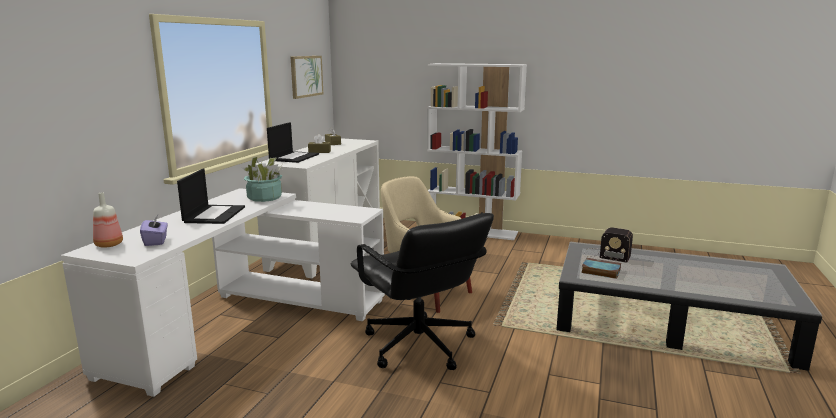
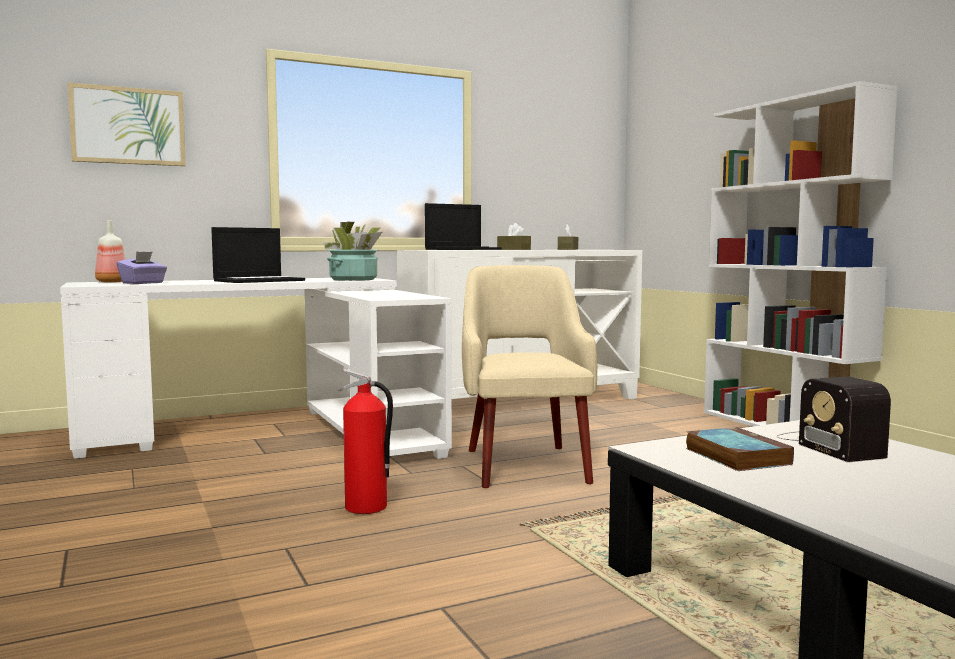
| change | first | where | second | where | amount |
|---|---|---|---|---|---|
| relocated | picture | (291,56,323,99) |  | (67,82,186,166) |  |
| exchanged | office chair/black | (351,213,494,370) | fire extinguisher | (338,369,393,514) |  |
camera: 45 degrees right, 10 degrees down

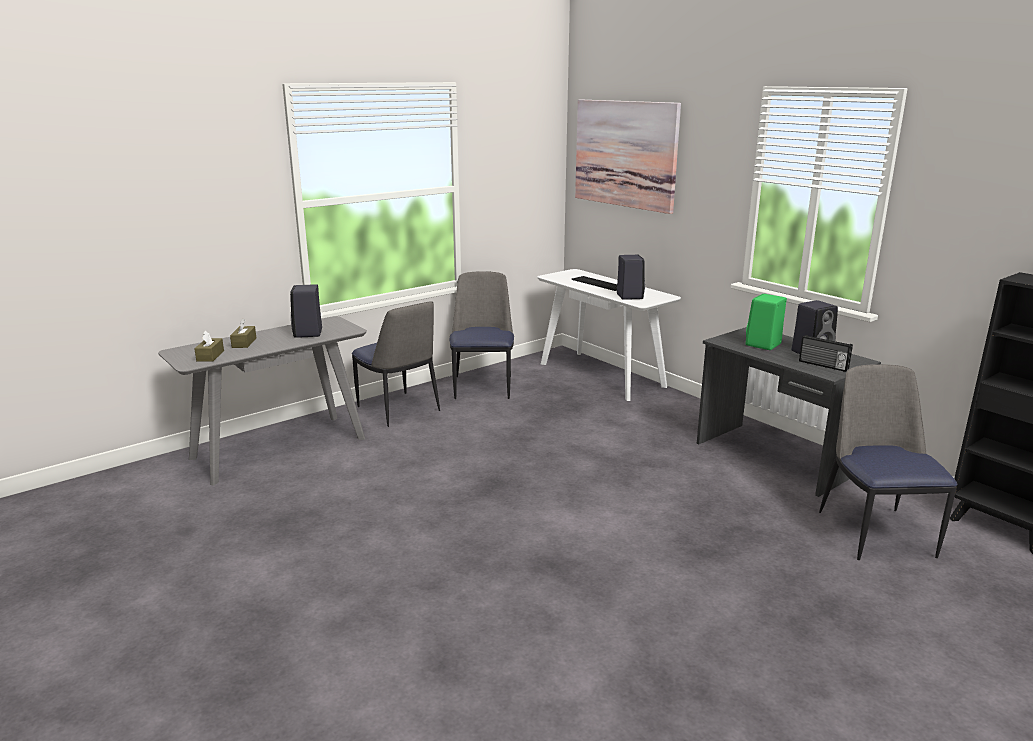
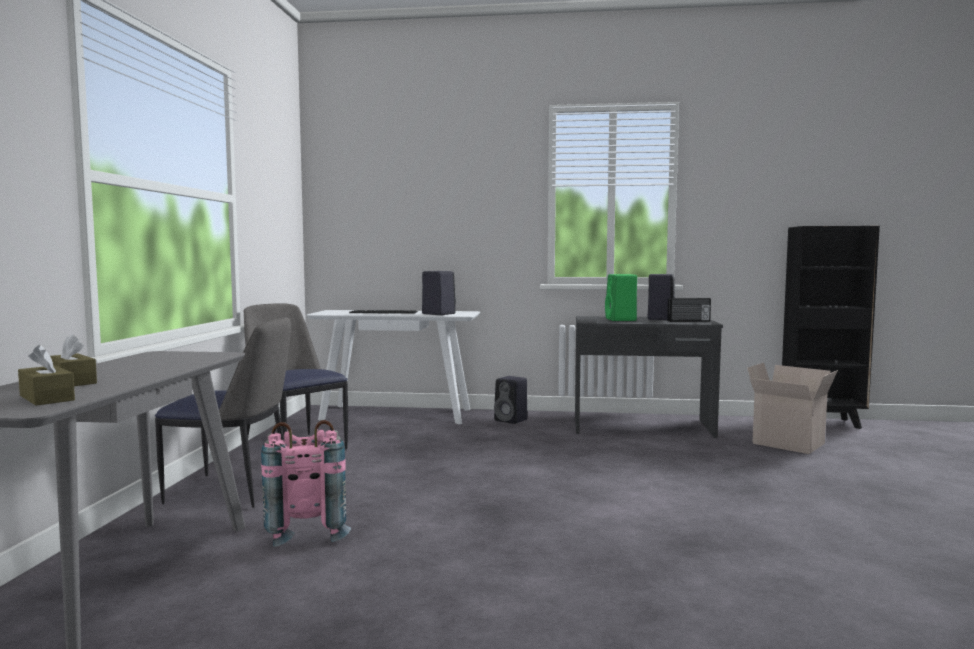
| change | first | where | second | where | amount |
|---|---|---|---|---|---|
| missing | picture | (575,100,681,214) |  |  |  |
| relocated | speaker/black | (290,284,322,338) |  | (494,376,528,424) |  |
| exchanged | chair | (819,364,958,560) | cardboard box | (747,363,838,454) |  |
| appeared |  |  | backpack/pink | (261,420,351,547) |  |
camera: 45 degrees left, 15 degrees down

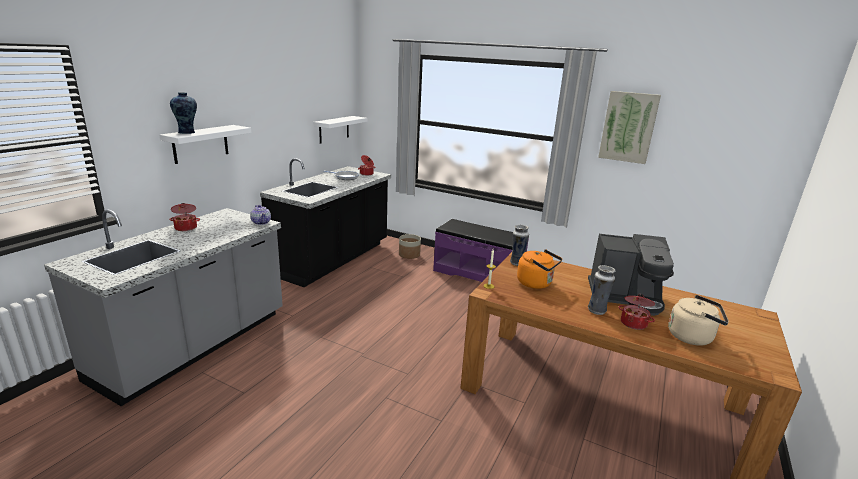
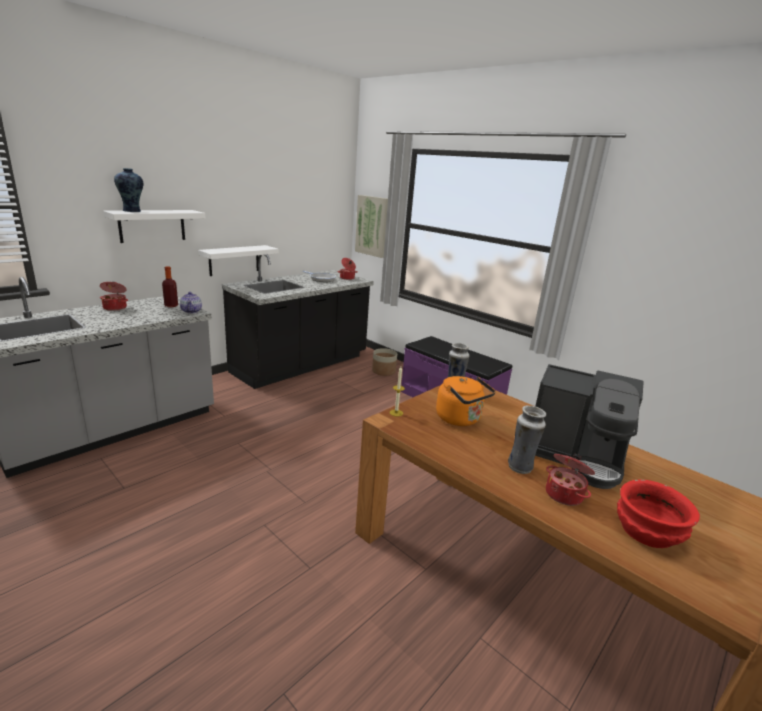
| change | first | where | second | where | amount |
|---|---|---|---|---|---|
| relocated | picture | (598,91,661,164) |  | (355,195,388,258) |  |
| relocated | shelf/white | (314,116,367,143) |  | (198,245,279,276) |  |
| exchanged | kettle/beige | (668,295,729,346) | bowl/red | (617,480,700,548) |  |
| appeared |  |  | bottle | (162,266,178,307) |  |
camera: 15 degrees right, 0 degrees up

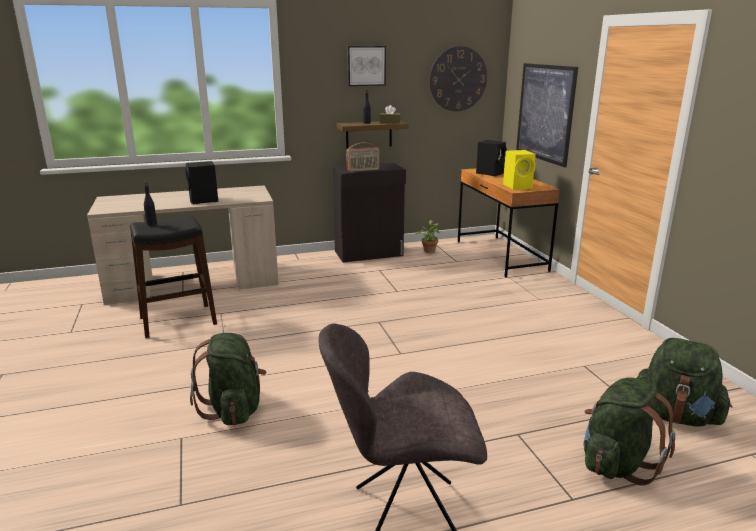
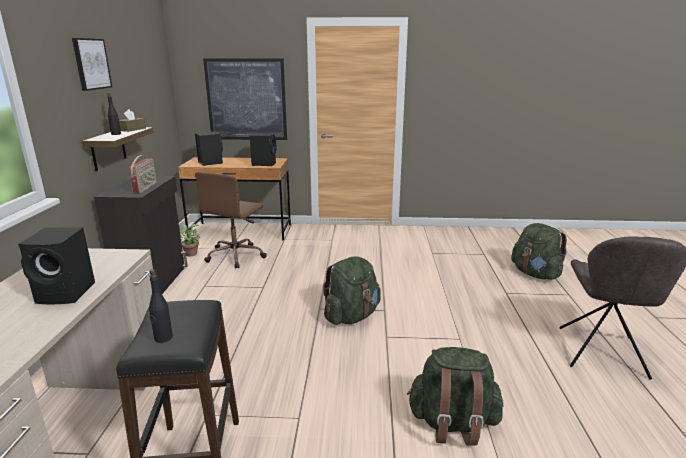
| change | first | where | second | where | amount |
|---|---|---|---|---|---|
| missing | wall clock | (429,46,487,111) |  |  |  |
| colour | speaker/yellow | (503,150,536,190) | speaker/black | (250,133,277,166) |  |
| relocated | backpack/green | (637,338,732,427) |  | (323,256,381,325) |  |
| appeared |  |  | office chair/brown | (195,172,267,269) |  |
camera: 70 degrees left, 0 degrees up

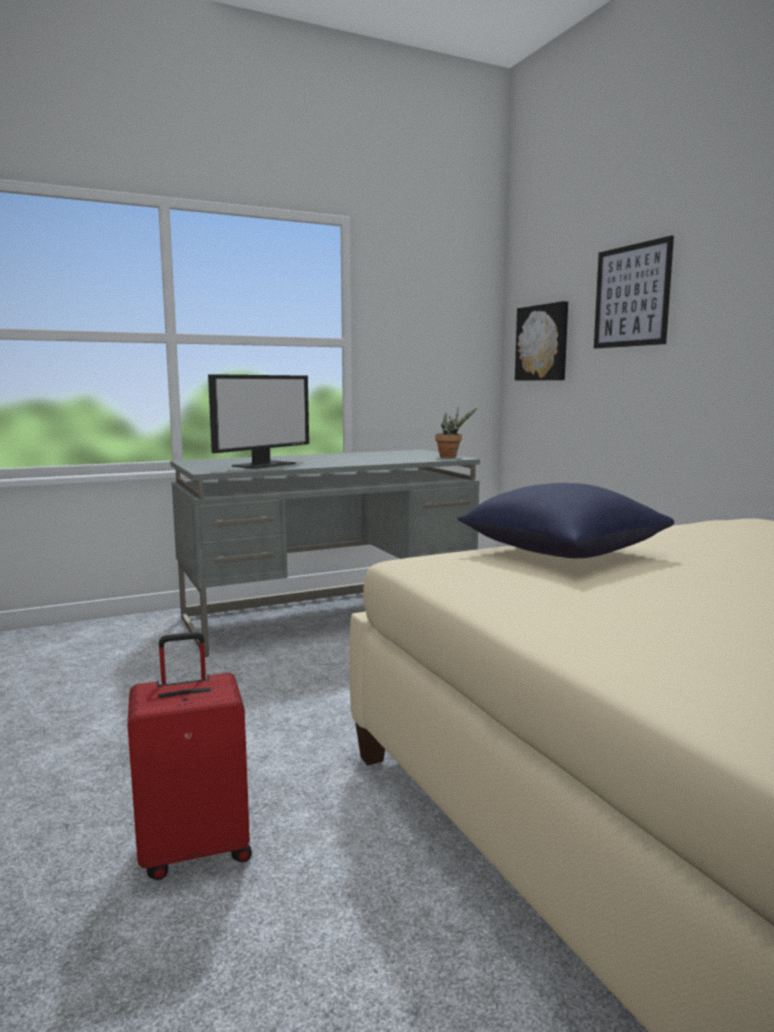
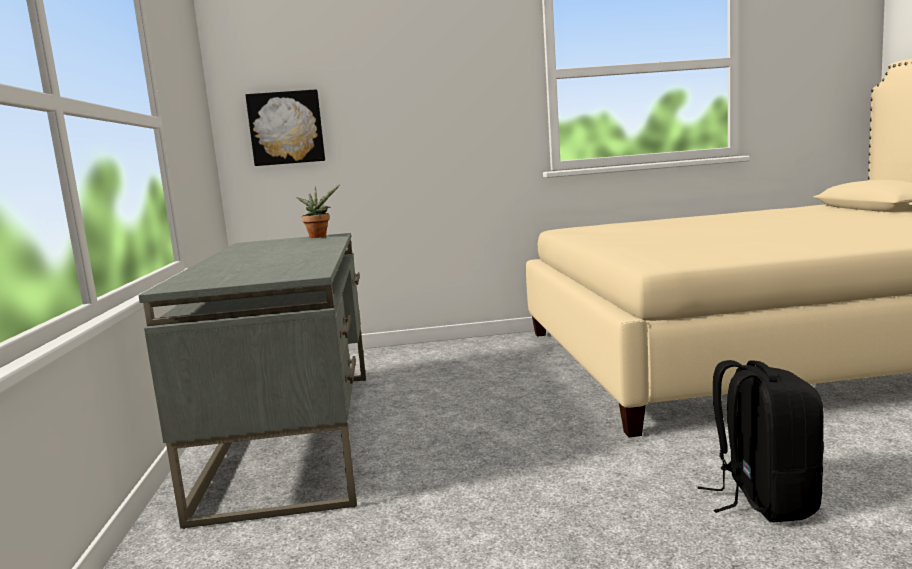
| change | first | where | second | where | amount |
|---|---|---|---|---|---|
| missing | picture | (594,235,674,349) |  |  |  |
| missing | monitor | (208,374,309,469) |  |  |  |
| missing | pillow/blue | (457,483,674,558) |  |  |  |
| exchanged | suitcase/red | (128,632,252,880) | backpack/black | (698,360,824,522) |  |
camera: 70 degrees left, 0 degrees up

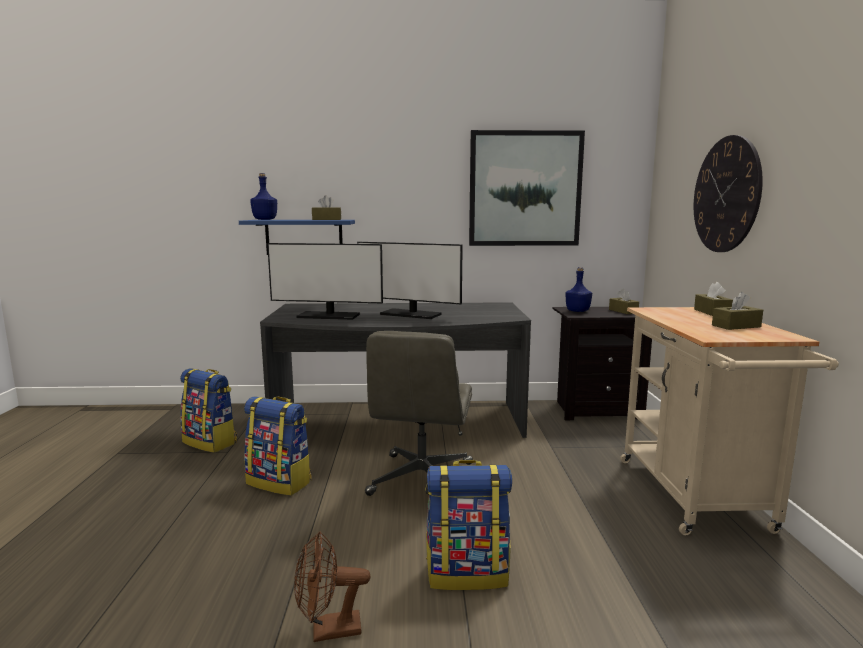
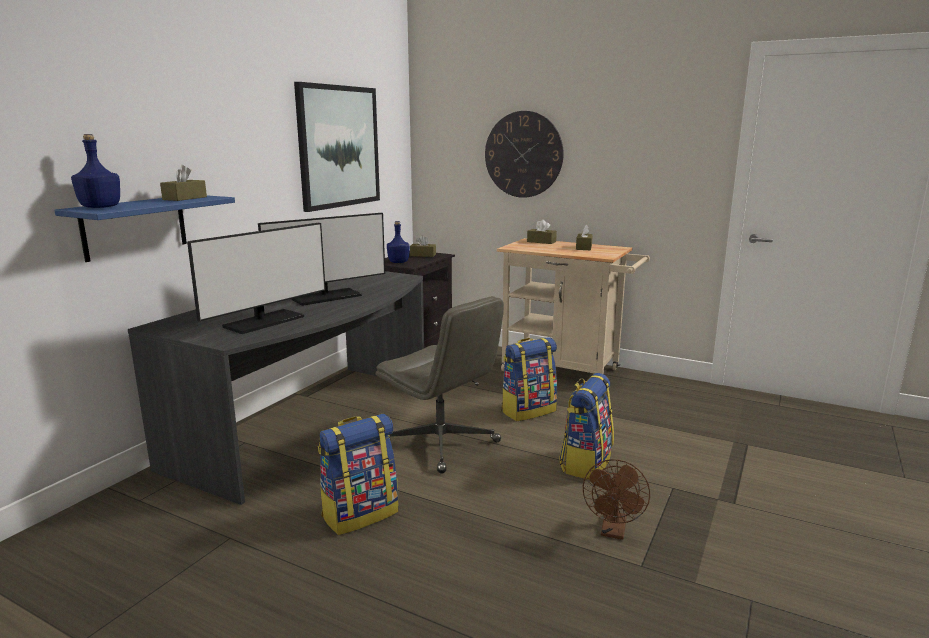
| change | first | where | second | where | amount |
|---|---|---|---|---|---|
| relocated | backpack | (180,369,237,453) |  | (501,337,557,421) |  |
camera: 60 degrees left, 5 degrees up

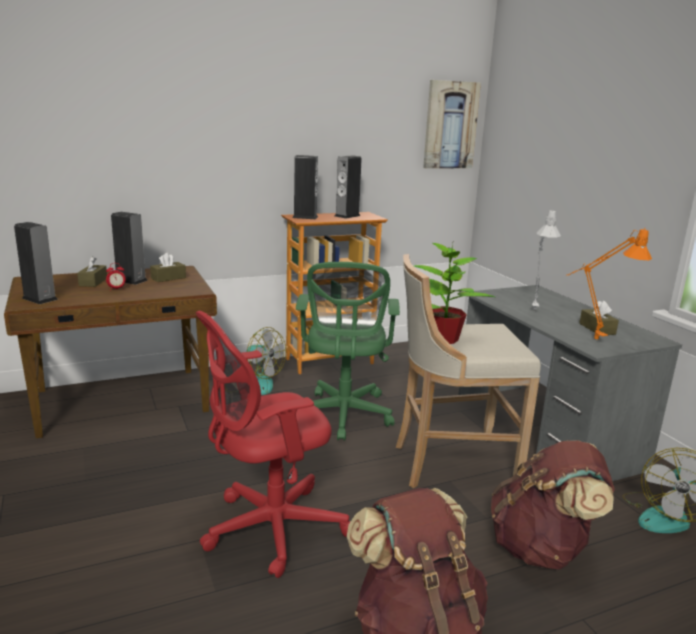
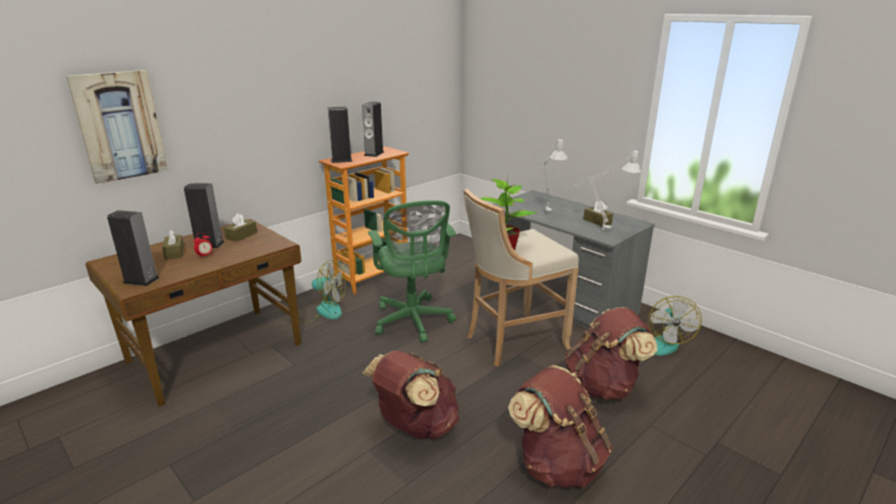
| change | first | where | second | where | amount |
|---|---|---|---|---|---|
| relocated | picture | (423,80,481,169) |  | (66,70,168,184) |  |
| colour | table lamp/orange | (566,228,652,339) | table lamp/grey | (575,151,641,231) |  |
| exchanged | office chair/red | (195,311,351,578) | backpack/brown | (362,351,459,439) |  |
camera: 20 degrees left, 5 degrees up

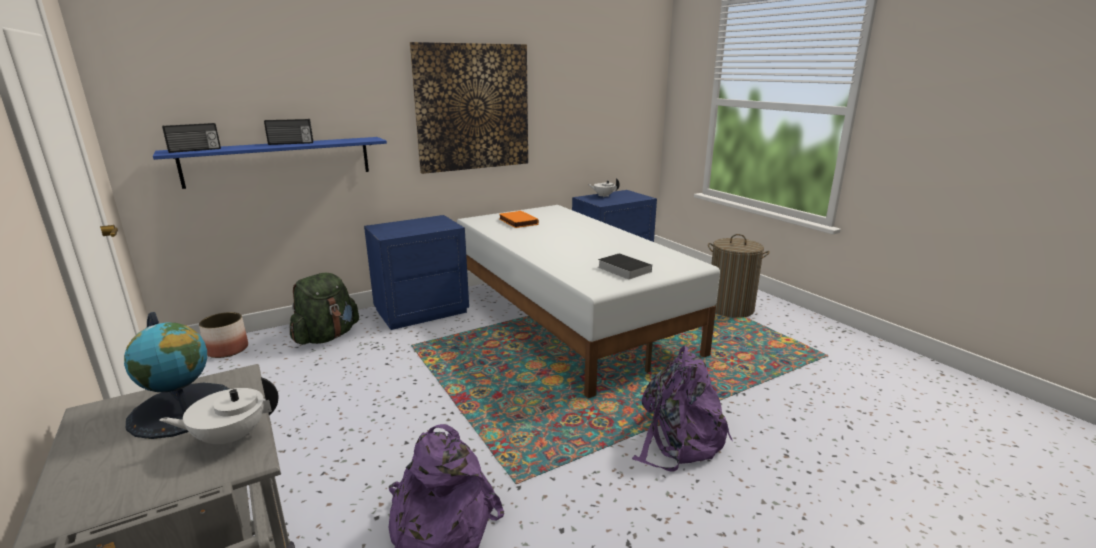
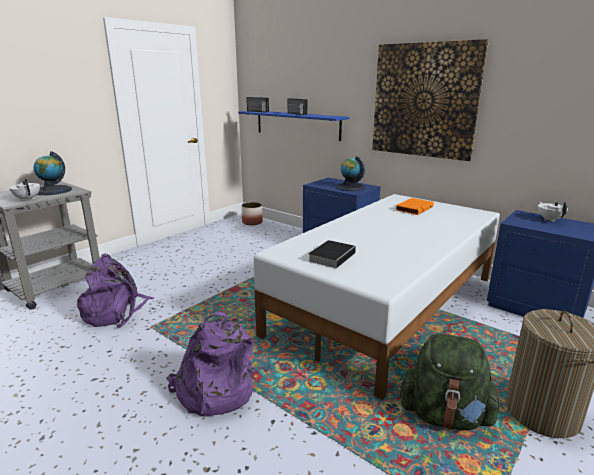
| change | first | where | second | where | amount |
|---|---|---|---|---|---|
| relocated | backpack/green | (290,272,359,345) |  | (400,334,502,430) |  |
| appeared |  |  | globe | (336,156,365,191) |  |
camera: 70 degrees right, 0 degrees up

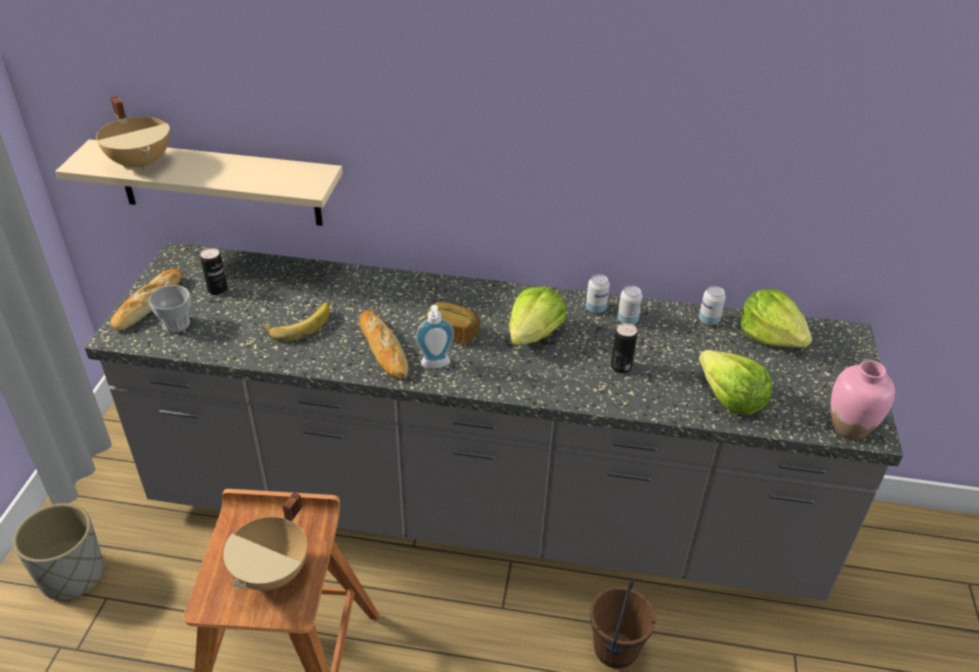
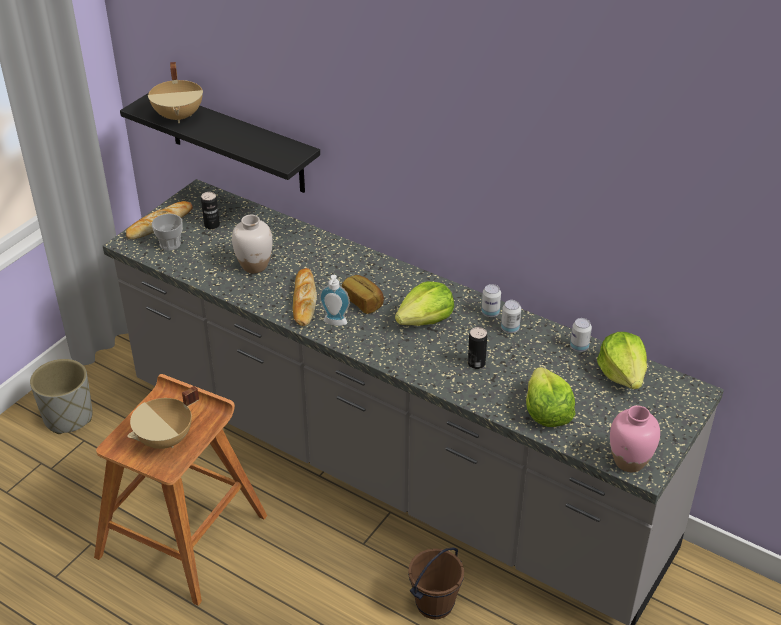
| change | first | where | second | where | amount |
|---|---|---|---|---|---|
| colour | shelf/beige | (55,139,343,226) | shelf/black | (120,93,320,193) |  |
| exchanged | banana | (262,302,330,341) | vase/white | (232,215,273,273) |  |
camera: 25 degrees right, 0 degrees up

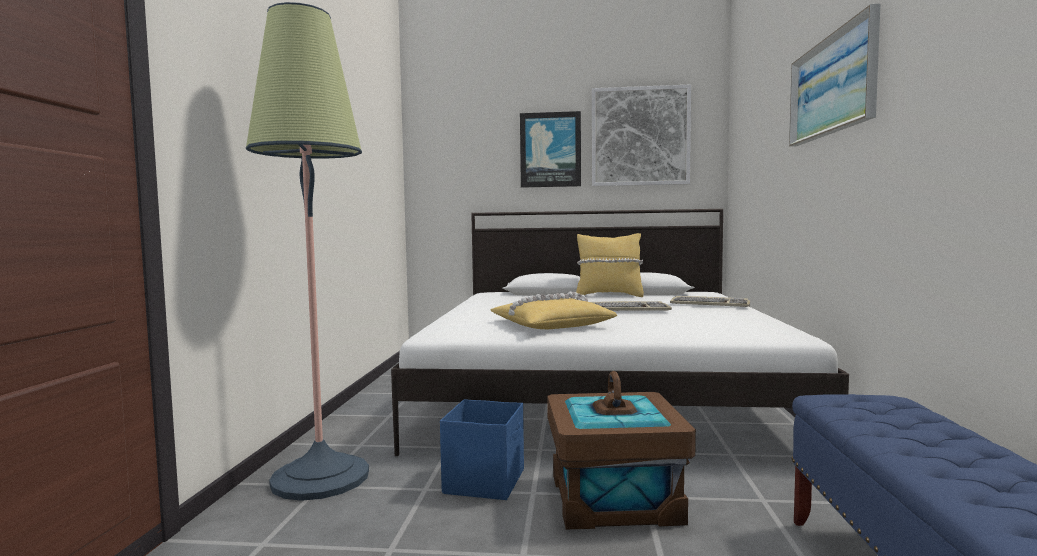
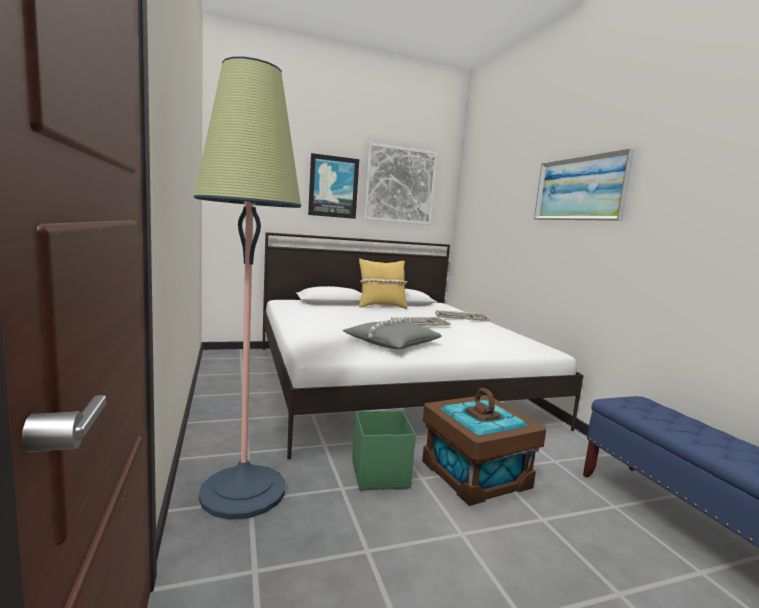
| change | first | where | second | where | amount |
|---|---|---|---|---|---|
| colour | pillow/yellow | (491,292,617,329) | pillow/grey | (342,317,442,349) |  |
| colour | storage box/blue | (440,399,524,500) | storage box/green | (352,411,416,490) |  |
camera: 25 degrees left, 5 degrees up

